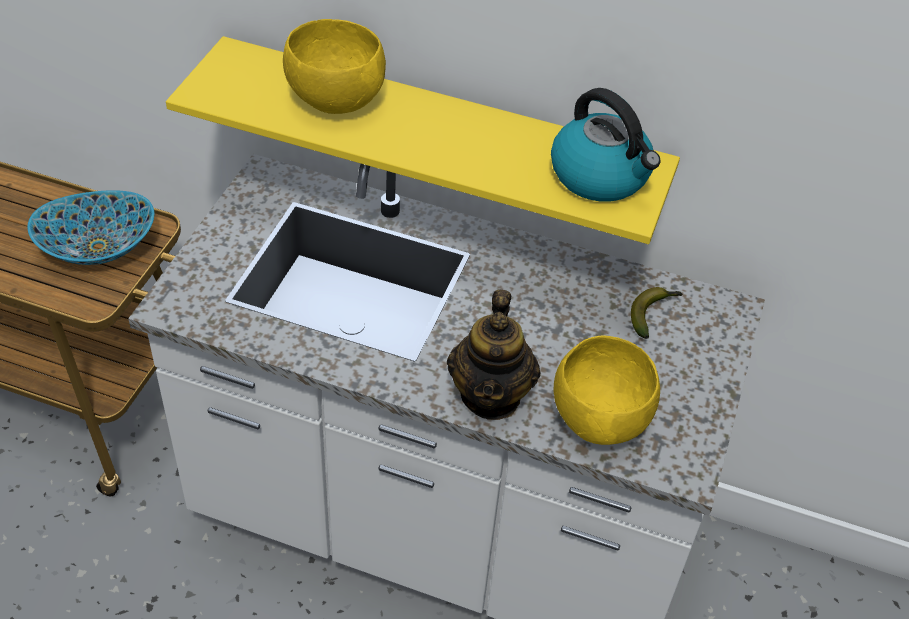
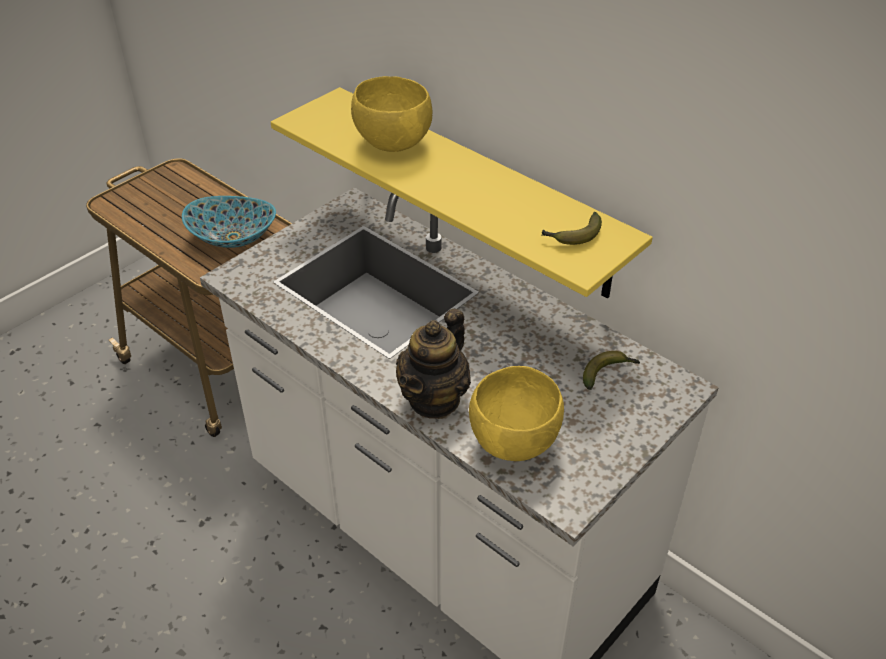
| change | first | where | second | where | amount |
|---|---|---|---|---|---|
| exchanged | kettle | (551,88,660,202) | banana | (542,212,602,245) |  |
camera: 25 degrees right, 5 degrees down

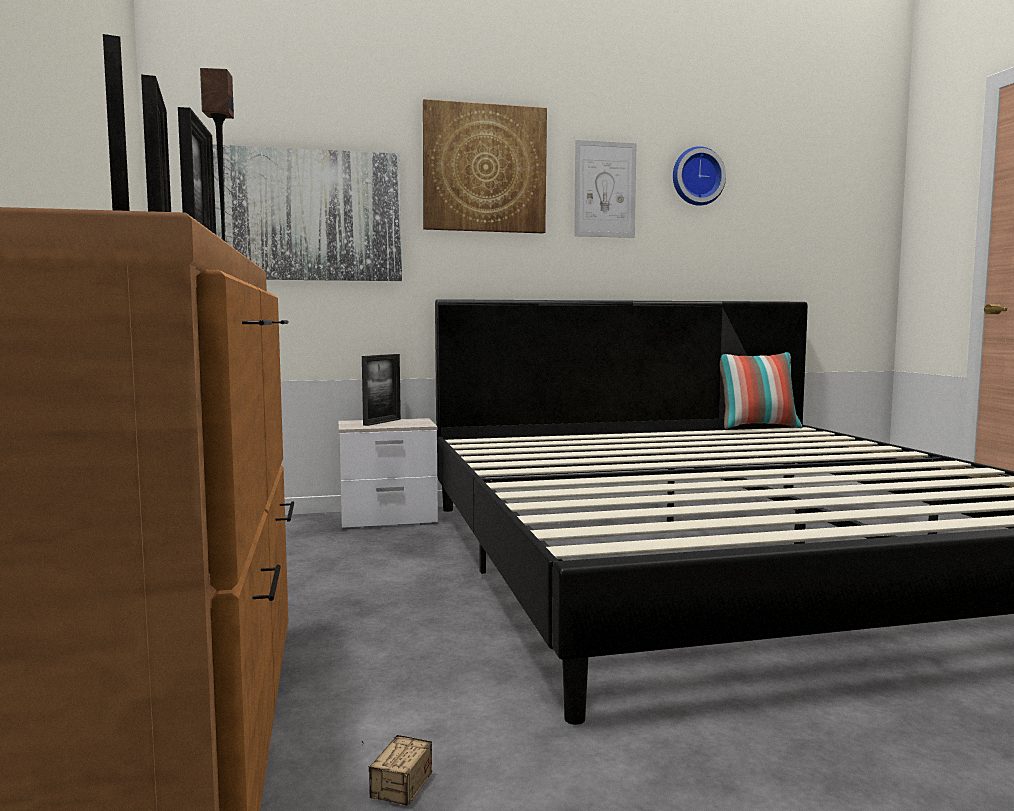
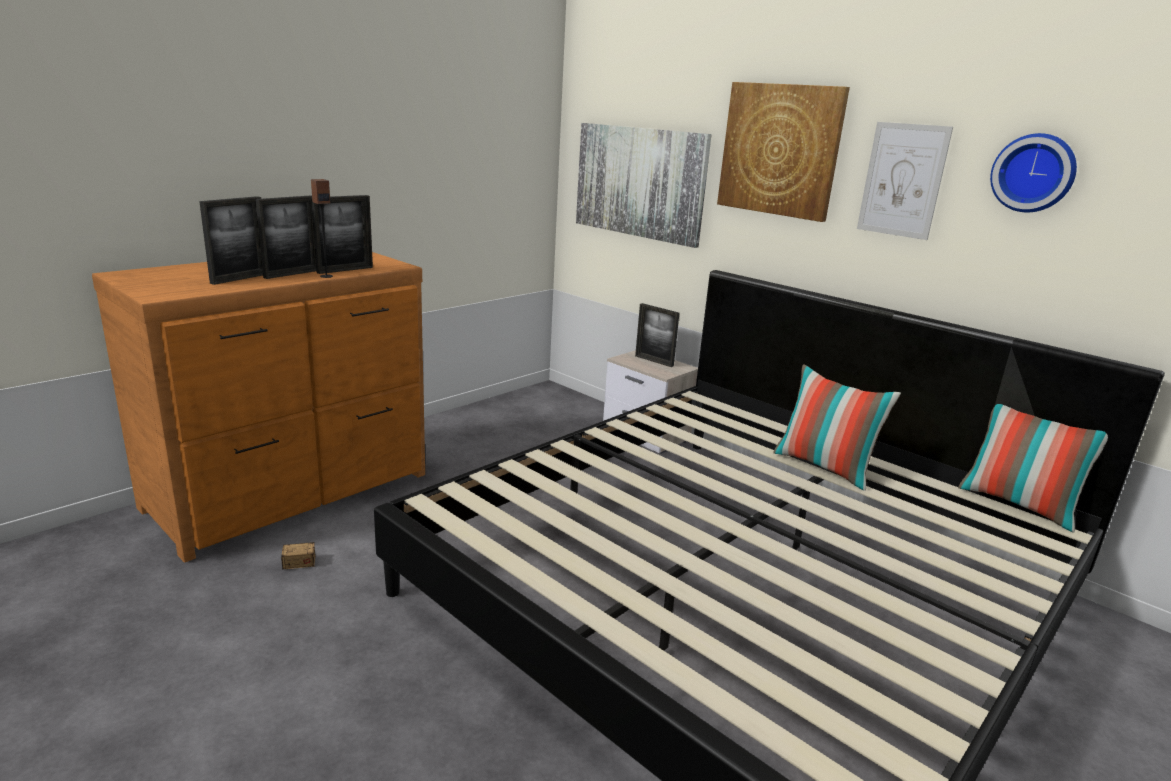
| change | first | where | second | where | amount |
|---|---|---|---|---|---|
| spun | picture frame | (362,354,401,426) |  | (635,303,680,367) | 45 degrees clockwise |
| appeared |  |  | pillow | (773,364,901,491) |  |
camera: 55 degrees right, 15 degrees up

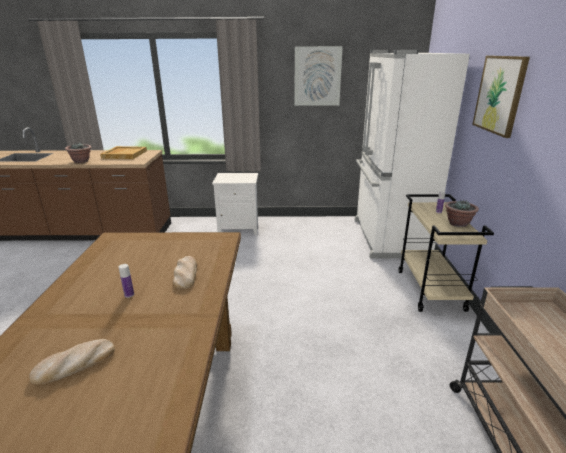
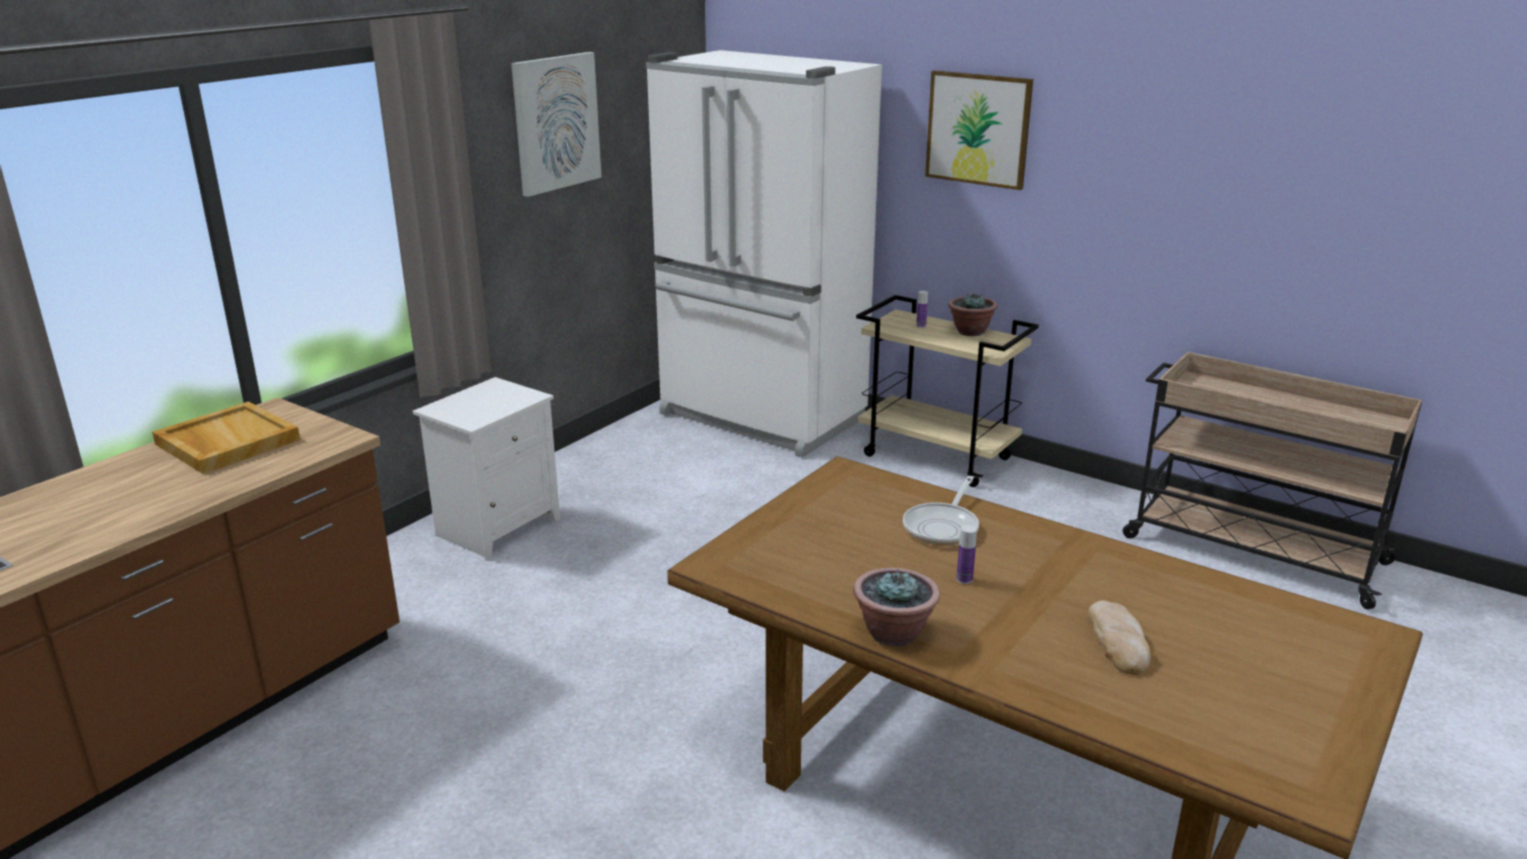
| change | first | where | second | where | amount |
|---|---|---|---|---|---|
| relocated | potted plant | (65,142,92,163) |  | (853,568,940,646) |  |
| exchanged | bread | (173,256,197,289) | frying pan | (903,476,979,545) |  |
camera: 55 degrees left, 0 degrees up

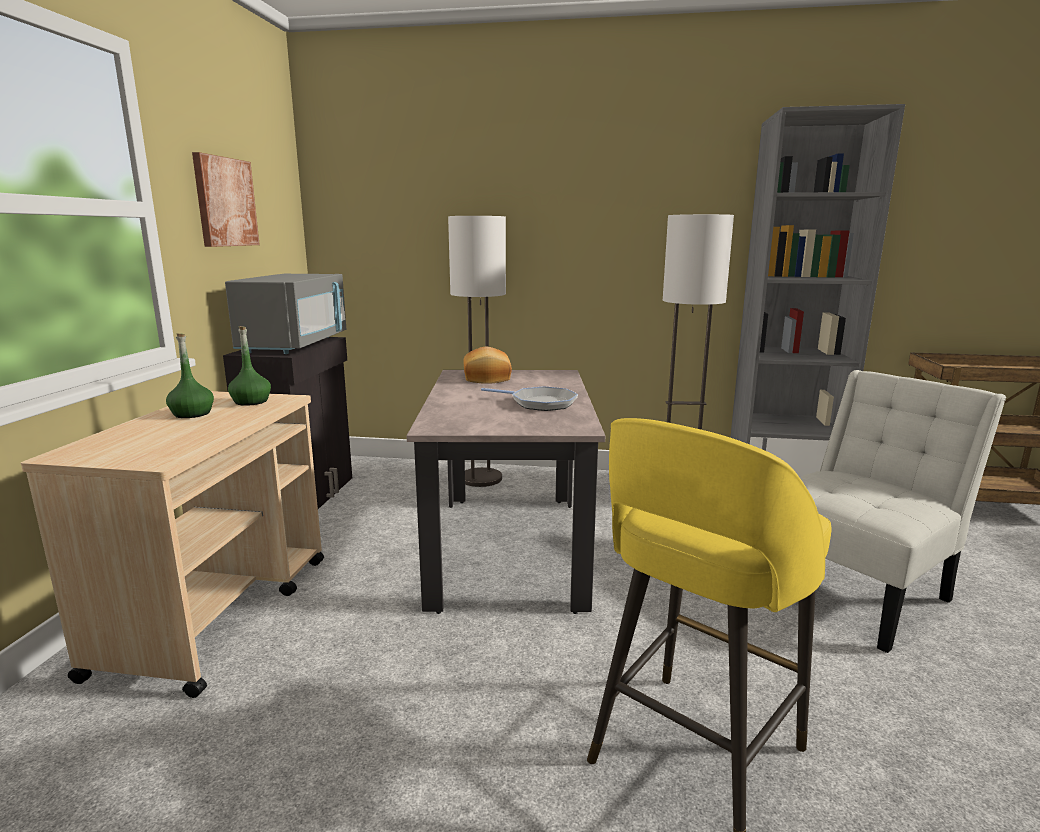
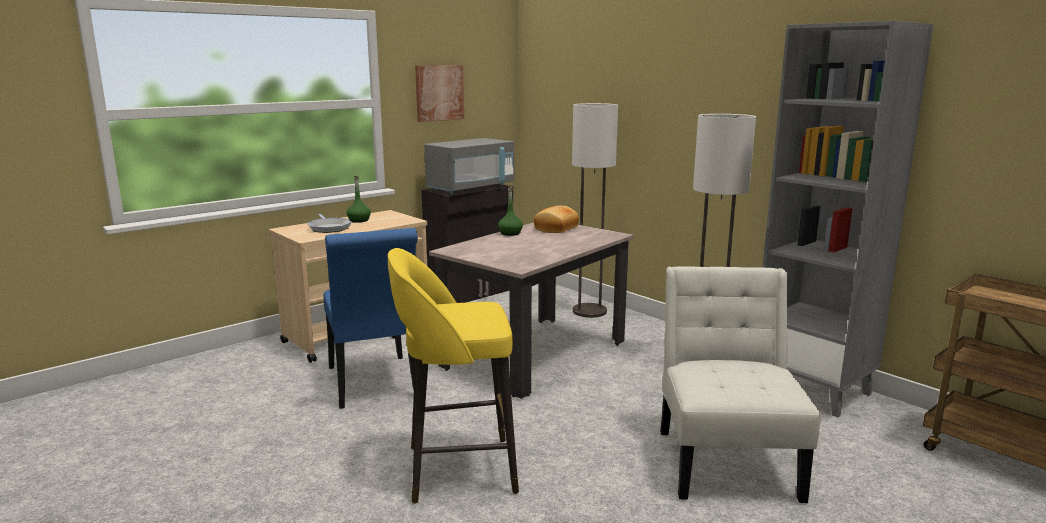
| change | first | where | second | where | amount |
|---|---|---|---|---|---|
| relocated | bottle/green | (228,326,271,406) |  | (498,187,523,236) |  |
| spun | chair/white | (800,370,1006,653) |  | (660,266,821,503) | 90 degrees counterclockwise |
| relocated | frying pan | (481,386,578,411) |  | (308,214,351,233) |  |
| appeared |  |  | chair/blue | (323,228,418,409) |  |
camera: 40 degrees right, 0 degrees up

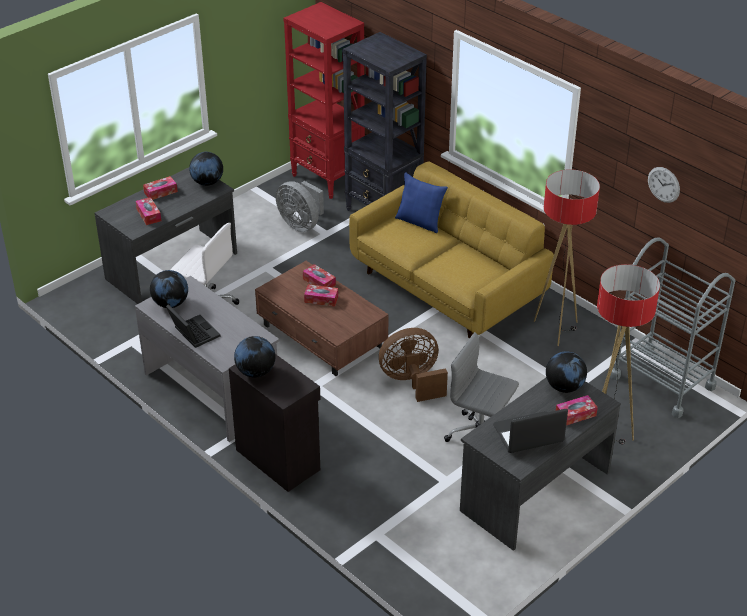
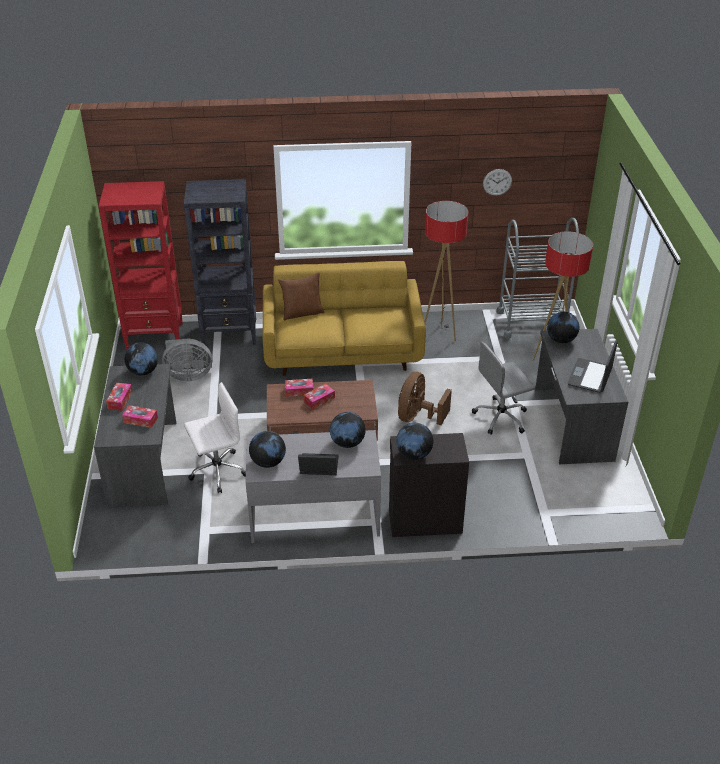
| change | first | where | second | where | amount |
|---|---|---|---|---|---|
| colour | pillow/blue | (395,172,448,233) | pillow/brown | (278,272,324,321) |  |
| missing | tissue box | (556,395,598,425) |  |  |  |
| appeared |  |  | globe | (330,412,366,448) |  |
camera: 50 degrees left, 0 degrees up

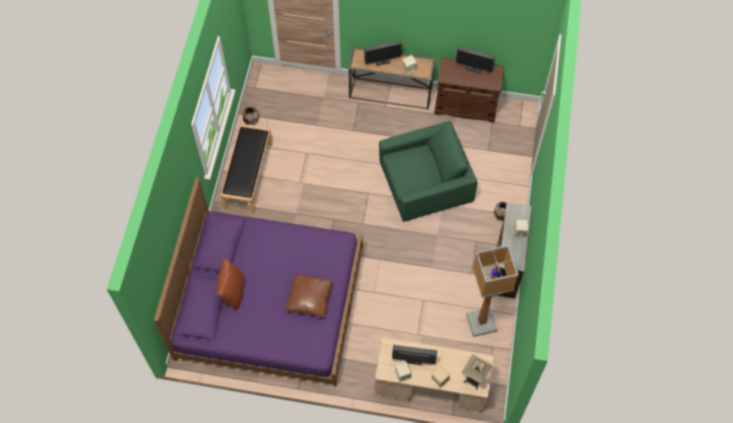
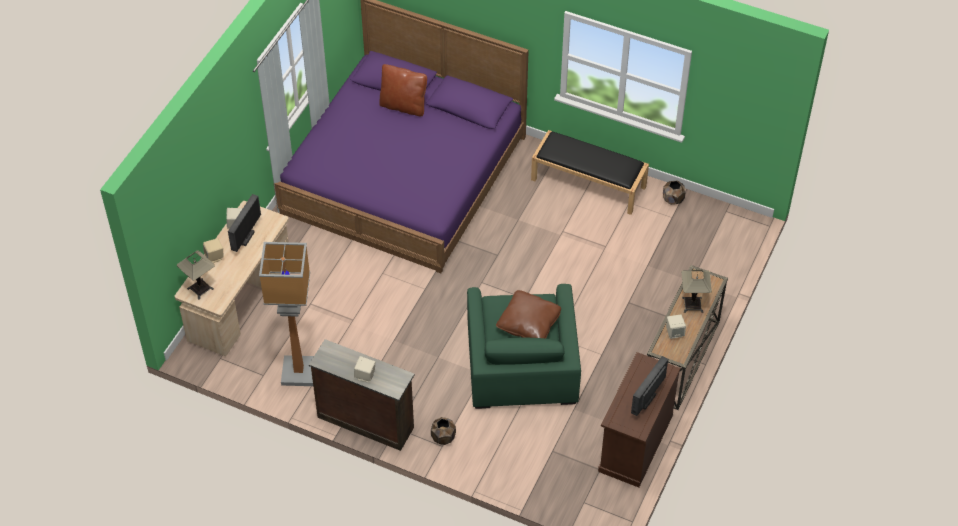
| change | first | where | second | where | amount |
|---|---|---|---|---|---|
| exchanged | monitor | (364,40,402,66) | table lamp | (681,270,712,313) |  |
| relocated | pillow/brown | (285,274,333,317) |  | (496,290,561,338) |  |
camera: 105 degrees right, 10 degrees down

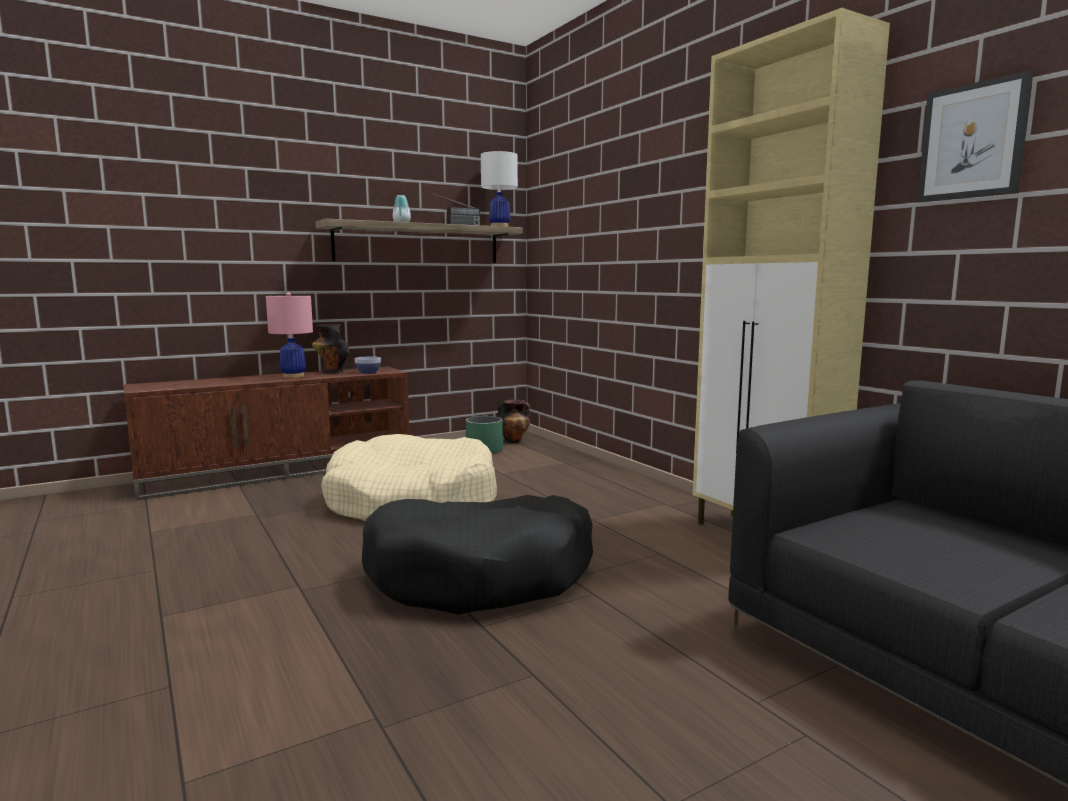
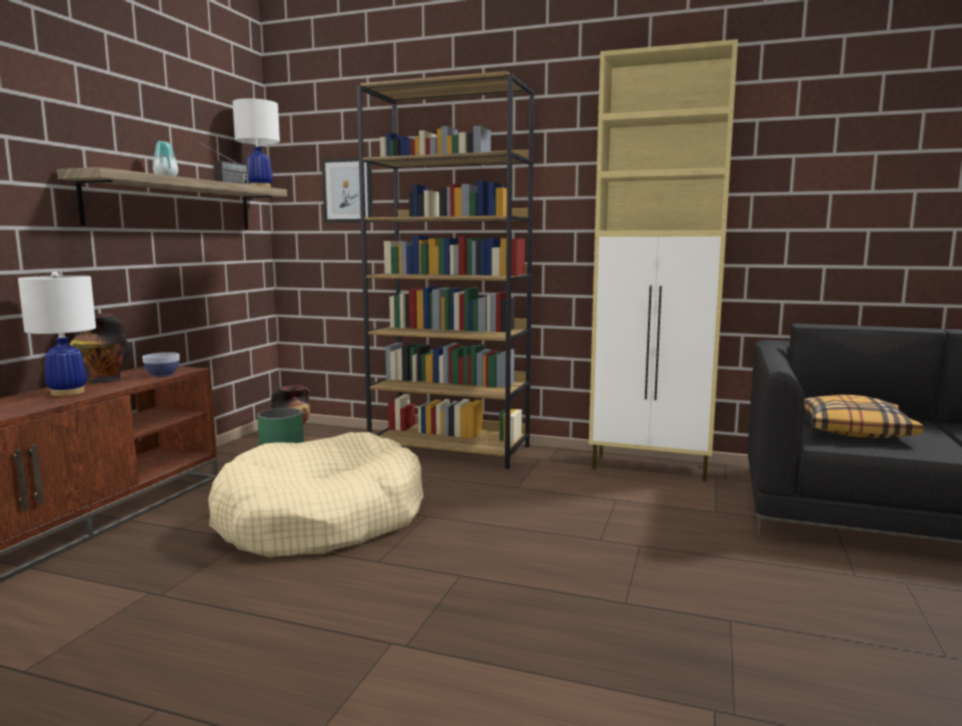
| change | first | where | second | where | amount |
|---|---|---|---|---|---|
| relocated | picture | (917,70,1033,202) |  | (322,158,373,223) |  |
| colour | table lamp/pink | (266,292,313,378) | table lamp/white | (18,272,96,396) |  |
| missing | dog bed/black | (362,495,593,615) |  |  |  |
| appeared |  |  | bookcase/brown | (357,71,534,469) |  |
| appeared |  |  | pillow | (804,395,923,438) |  |
camera: 40 degrees left, 0 degrees up

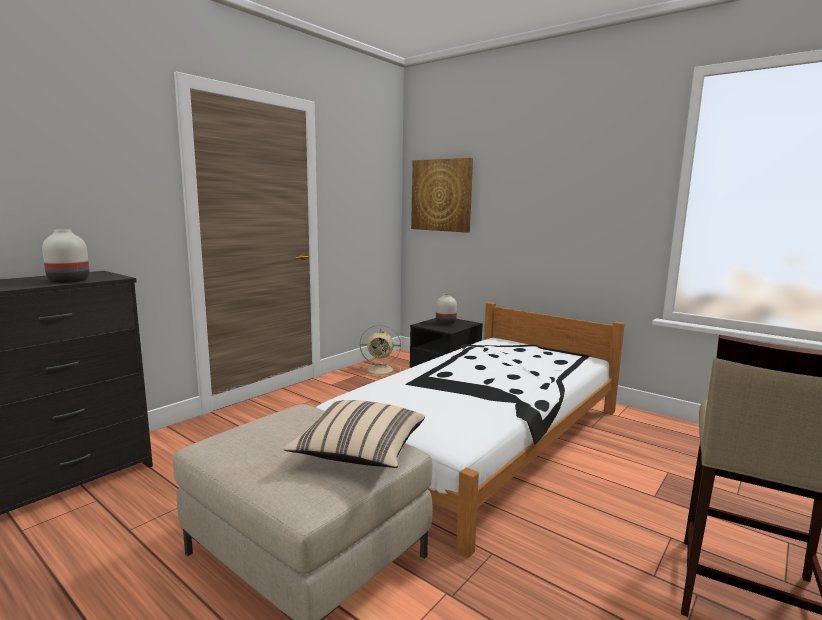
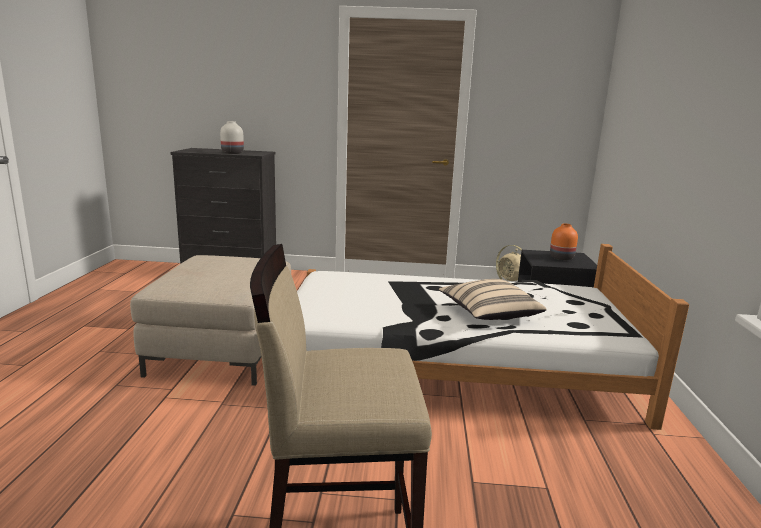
| change | first | where | second | where | amount |
|---|---|---|---|---|---|
| missing | picture | (411,158,473,233) |  |  |  |
| colour | vase/white | (436,294,457,325) | vase/orange | (550,223,578,260) |  |
| relocated | pillow/beige | (284,400,425,468) |  | (439,279,546,320) |  |
camera: 55 degrees right, 5 degrees up

